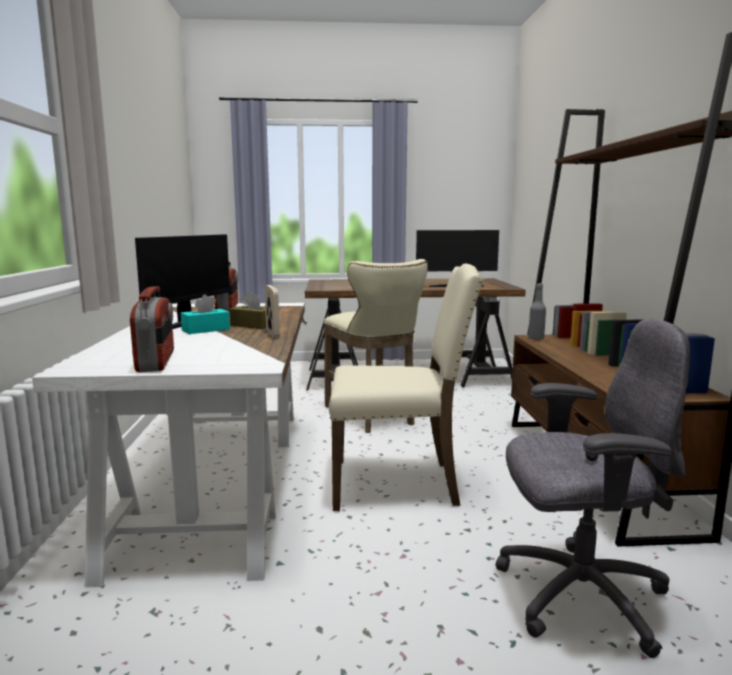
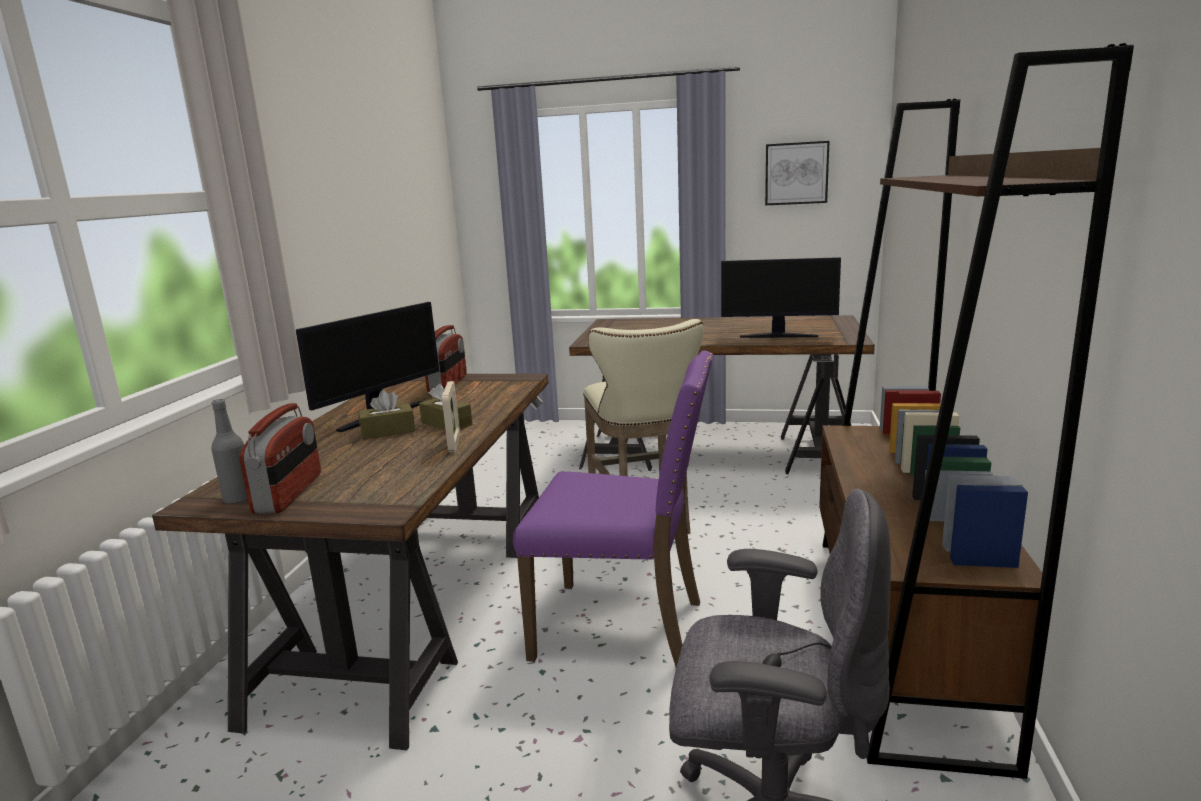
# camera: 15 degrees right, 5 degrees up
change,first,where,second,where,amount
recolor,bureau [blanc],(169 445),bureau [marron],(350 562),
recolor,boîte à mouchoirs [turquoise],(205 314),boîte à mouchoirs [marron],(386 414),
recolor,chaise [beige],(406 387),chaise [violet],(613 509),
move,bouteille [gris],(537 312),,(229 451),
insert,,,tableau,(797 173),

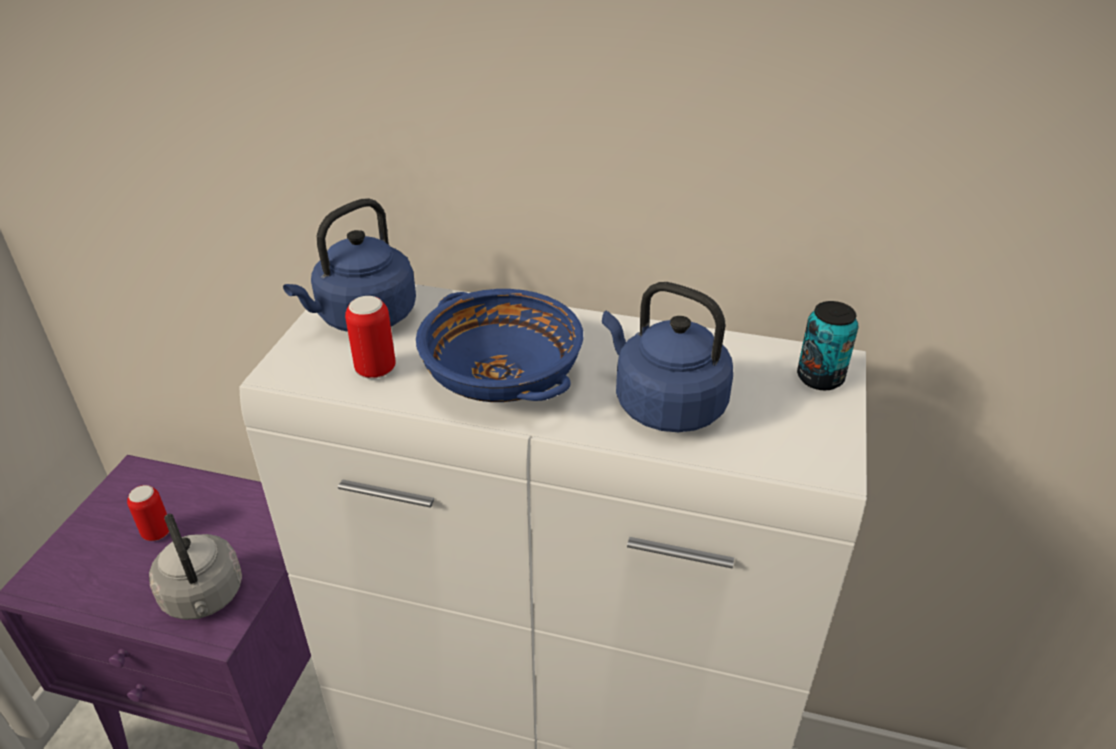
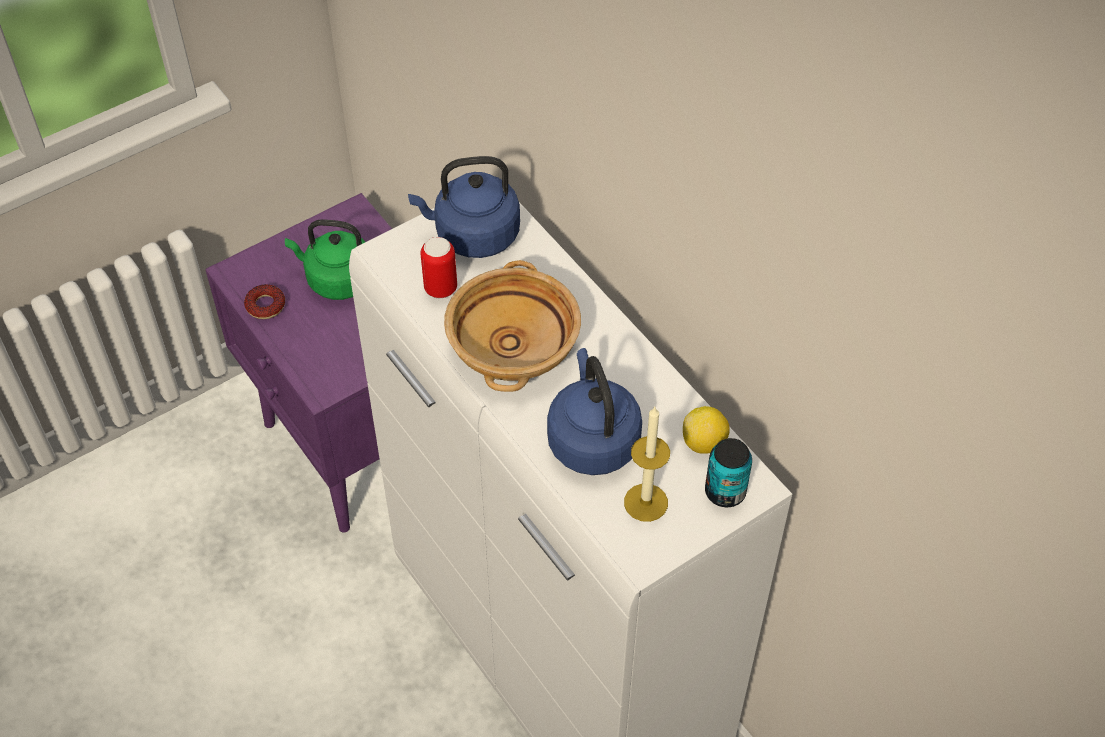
# camera: 40 degrees right, 15 degrees up
change,first,where,second,where,amount
replace,boîte métallique,(148 513),bouilloire [vert],(325 259),
delete,bouilloire [gris],(195 567),,,
recolor,bol [bleu],(499 345),bol [beige],(512 326),
insert,,,beignet,(264 301),
insert,,,bougie,(647 464),
insert,,,citron,(706 430),

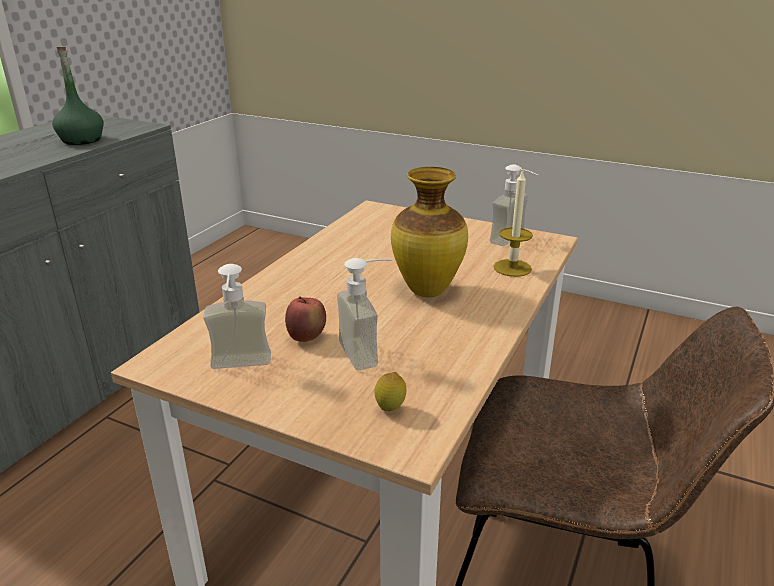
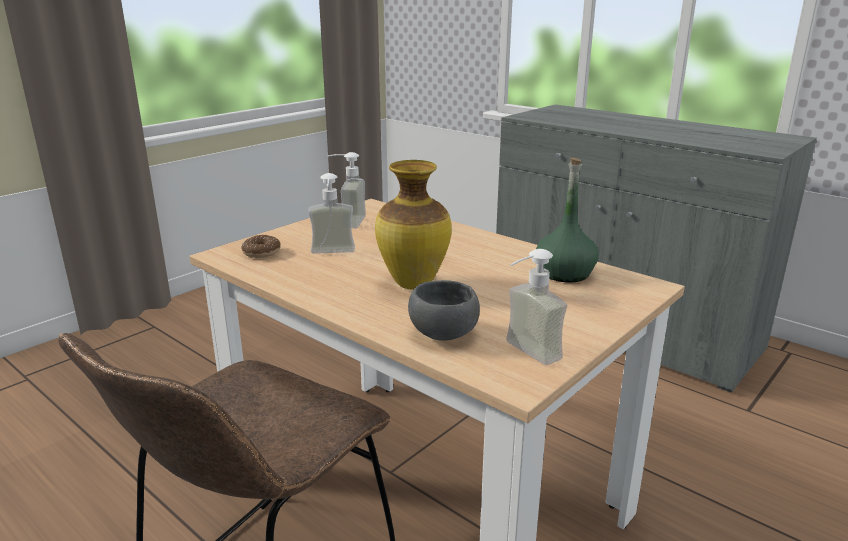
# camera: 105 degrees right, 5 degrees down
change,first,where,second,where,amount
move,bouteille [vert],(78 96),,(567 220),
delete,pomme,(305 319),,,
replace,citron,(390 391),beignet,(261 246),
replace,bougie,(513 223),bol [gris],(444 310),

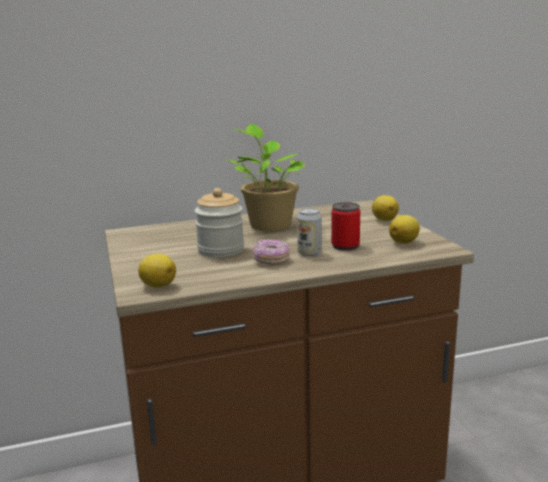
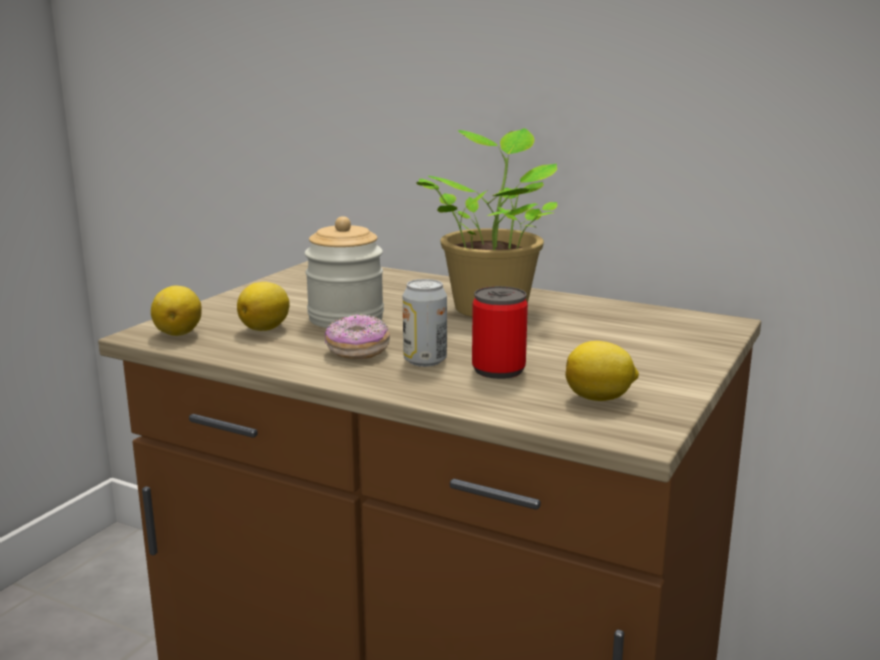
# camera: 45 degrees right, 0 degrees up
change,first,where,second,where,amount
move,citron,(385 208),,(263 306),

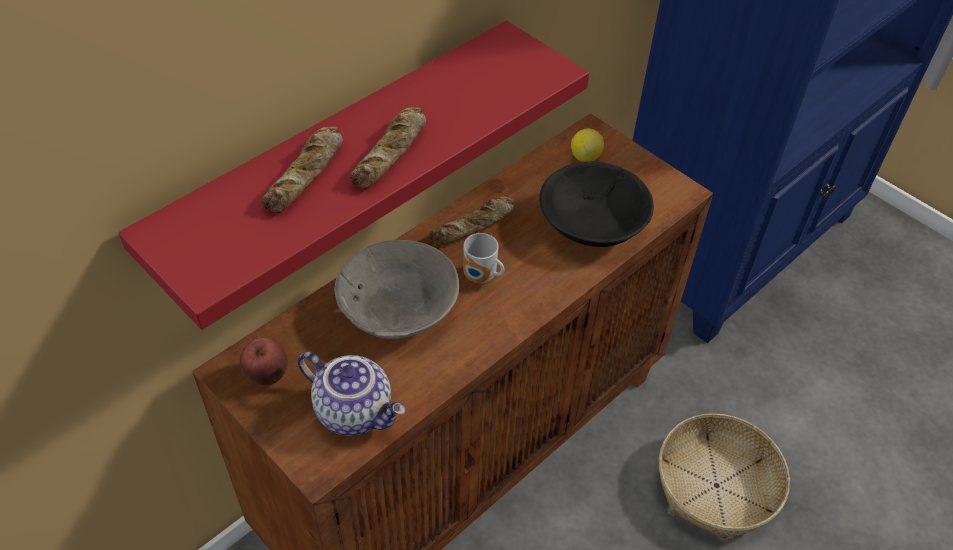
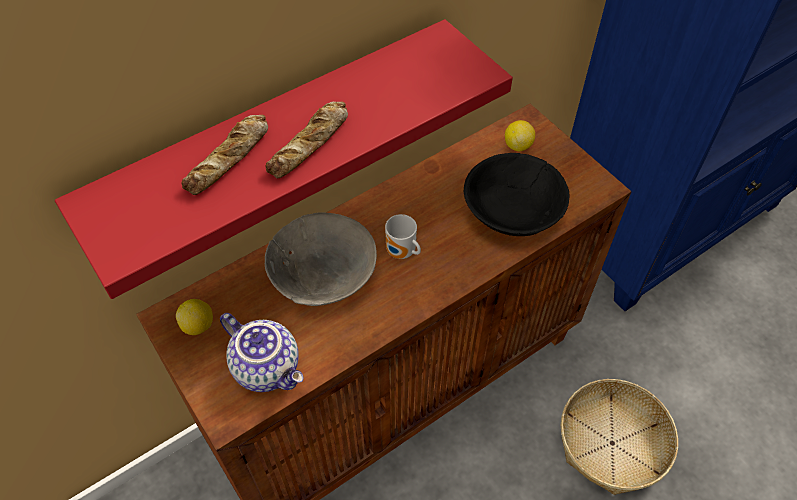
# camera: 10 degrees right, 5 degrees up
change,first,where,second,where,amount
replace,pomme,(264 361),citron,(194 317),
delete,pain,(472 221),,,

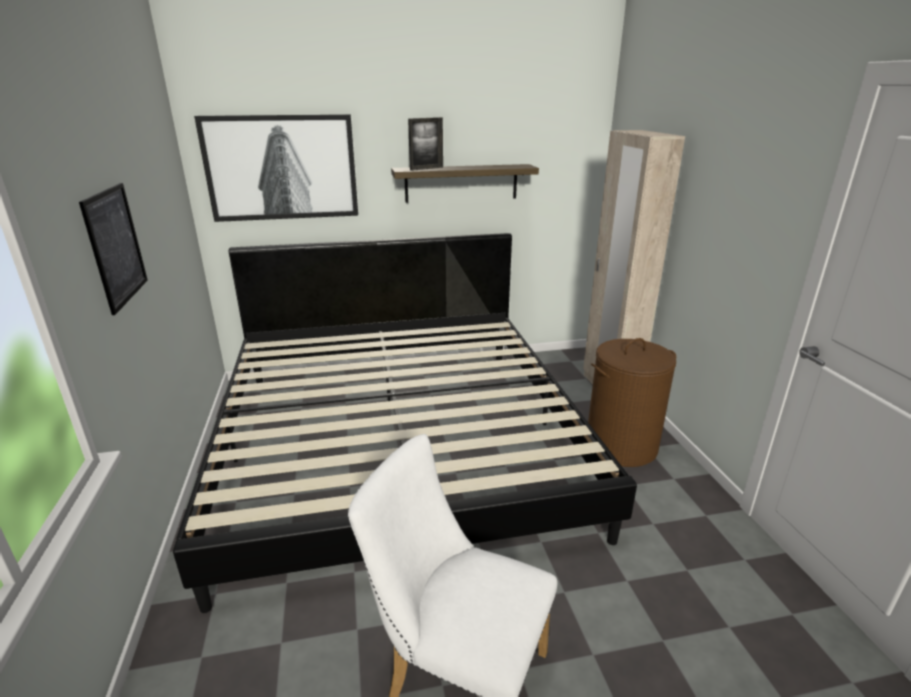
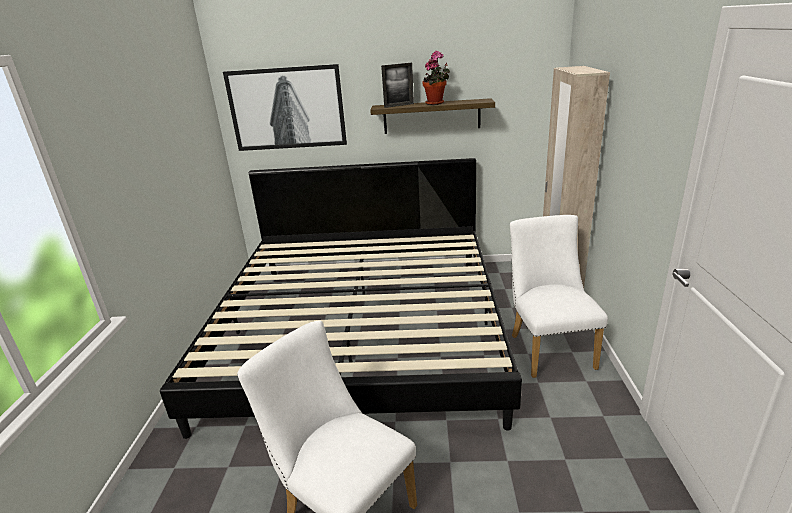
# camera: 15 degrees right, 0 degrees up
change,first,where,second,where,amount
delete,tableau,(113 249),,,
replace,panier à linge [marron],(632 402),chaise [blanc],(559 296),
insert,,,plante en pot,(436 78),

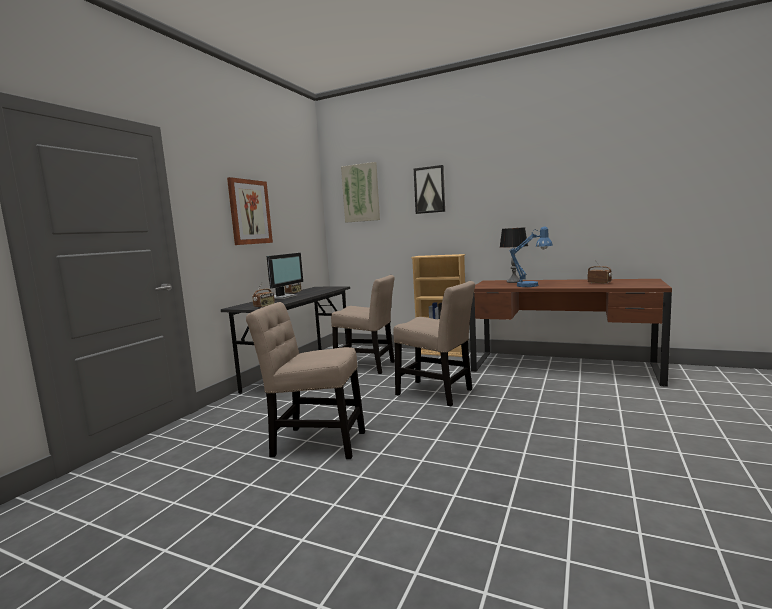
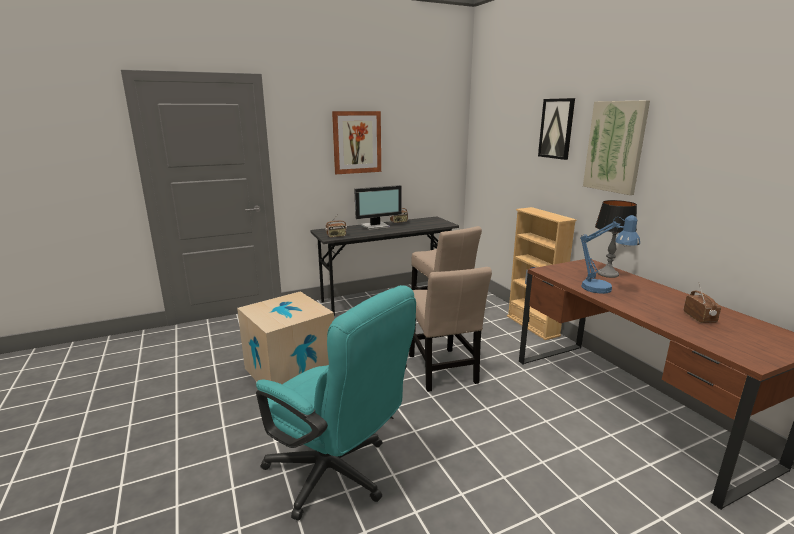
# camera: 40 degrees right, 10 degrees up
change,first,where,second,where,amount
replace,chaise [beige],(305 380),carton,(285 337),
move,tableau,(360 192),,(616 147),
insert,,,chaise de bureau [turquoise],(336 403),

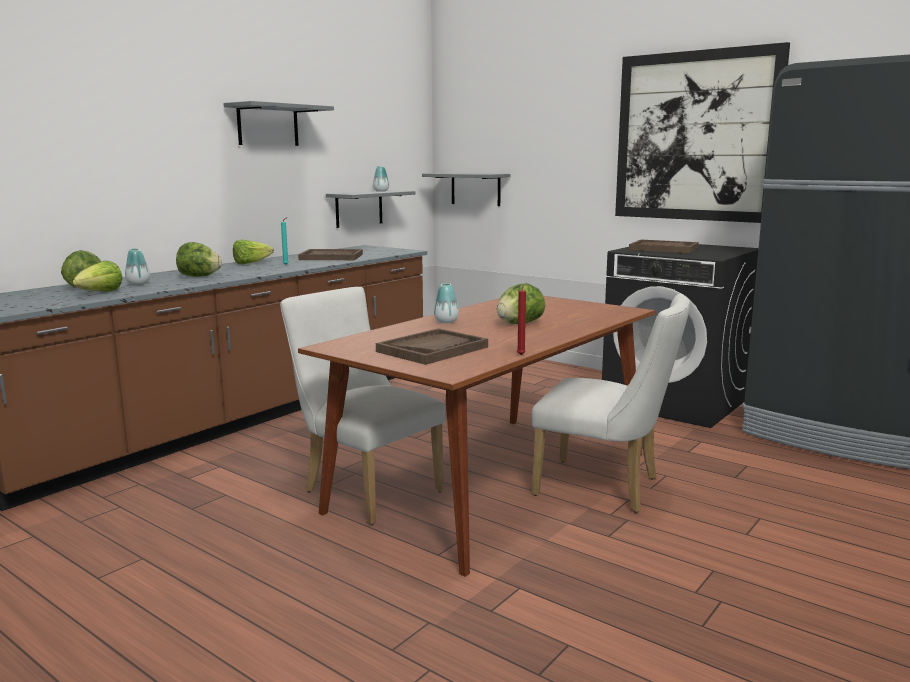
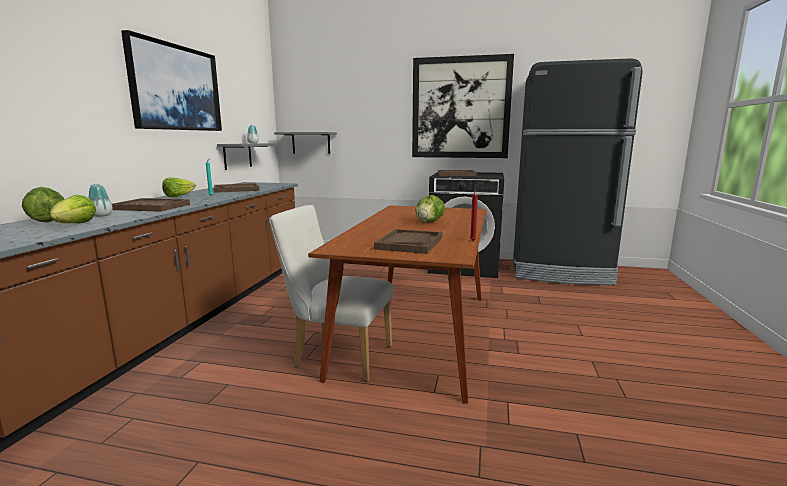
# camera: 25 degrees left, 0 degrees up
change,first,where,second,where,amount
replace,laitue,(199 259),plateau [marron],(151 205),
replace,étagère [gris],(278 123),tableau,(171 80),
delete,vase,(446 303),,,
delete,chaise [blanc],(610 403),,,

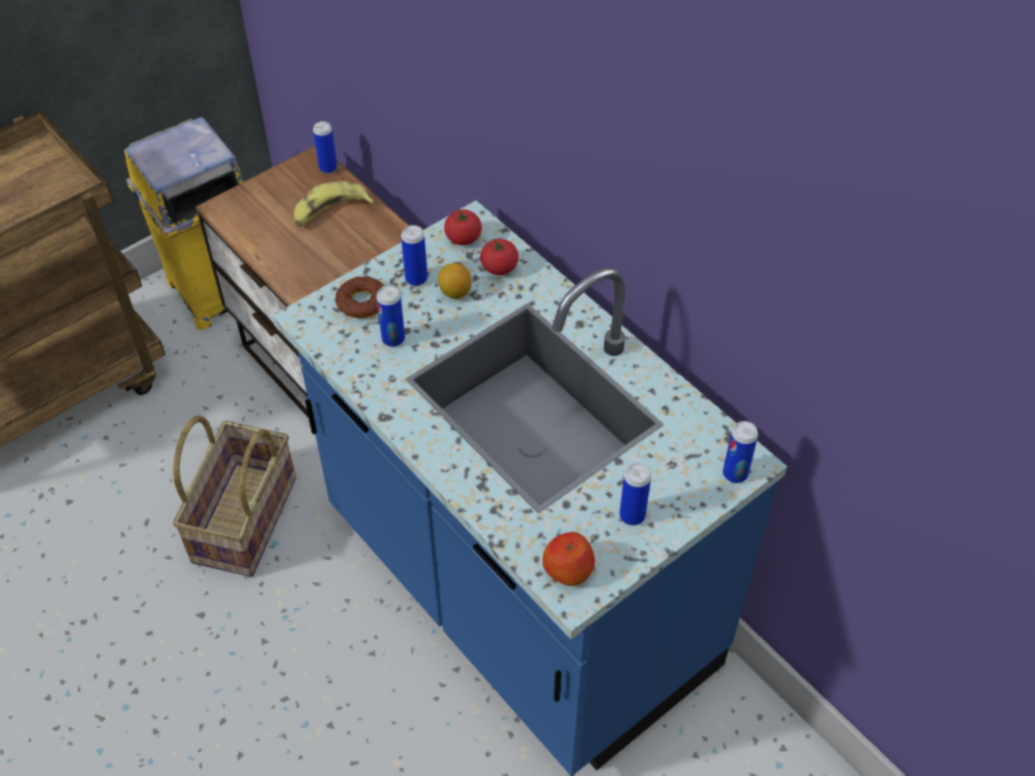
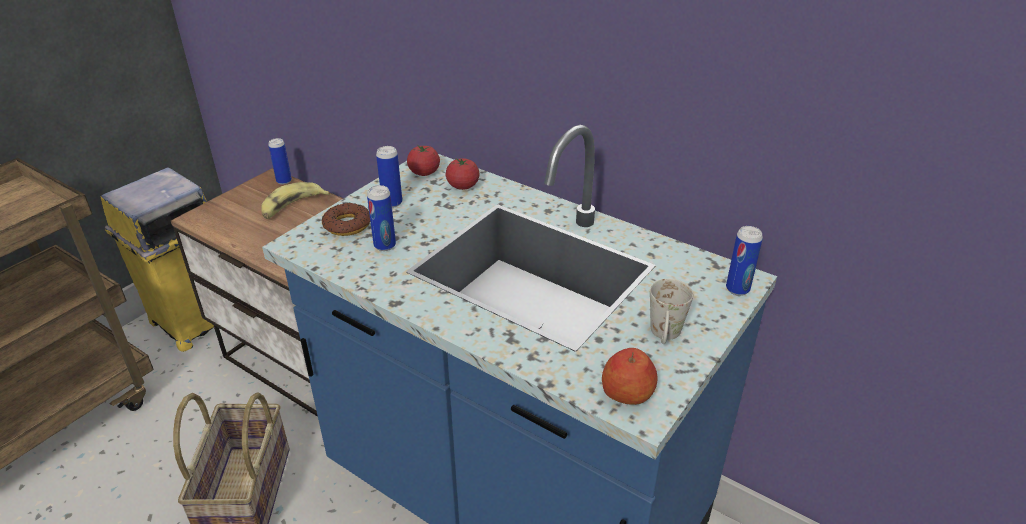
# camera: 15 degrees left, 15 degrees down
change,first,where,second,where,amount
delete,citron,(455 281),,,
replace,boîte métallique,(635 494),mug [blanc],(671 311),

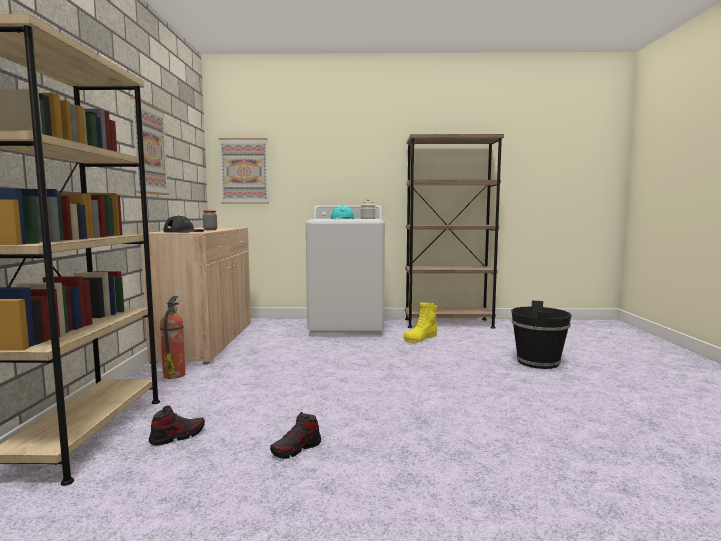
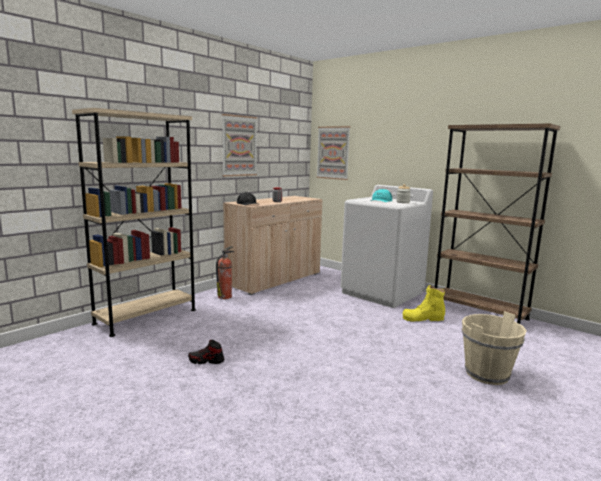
# camera: 40 degrees right, 5 degrees up
change,first,where,second,where,amount
delete,chaussure,(177 426),,,
recolor,seau [noir],(541 335),seau [beige],(494 348),

